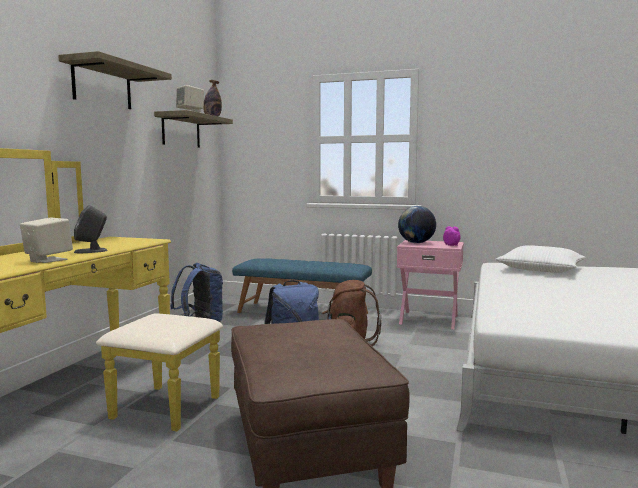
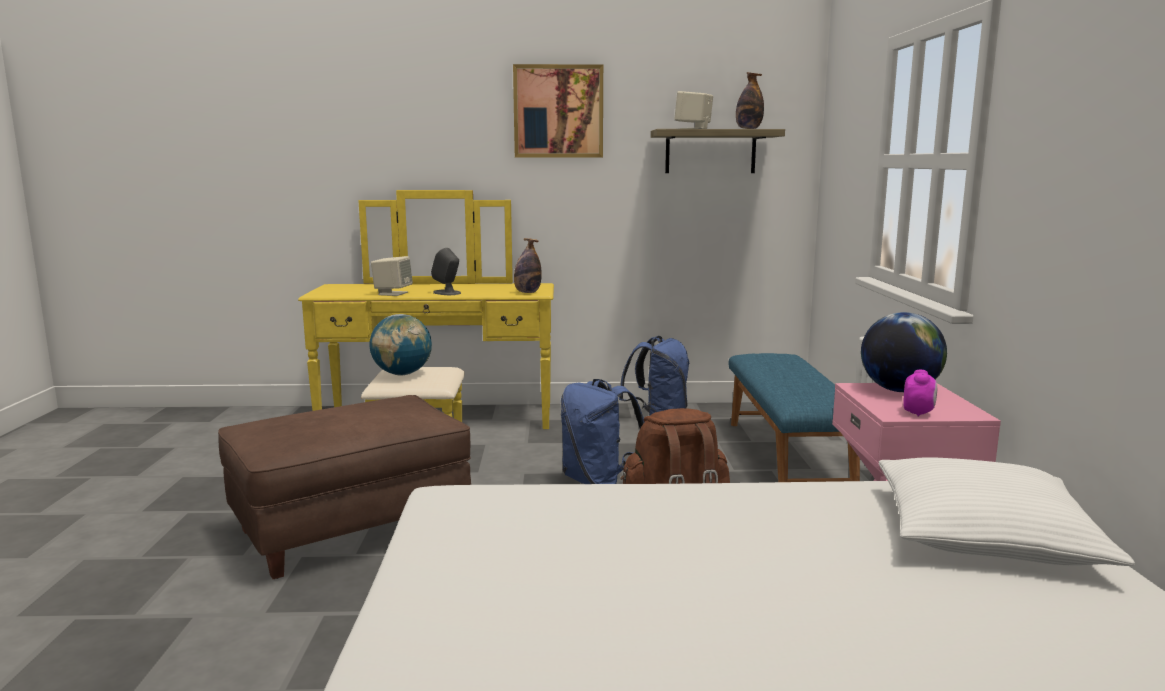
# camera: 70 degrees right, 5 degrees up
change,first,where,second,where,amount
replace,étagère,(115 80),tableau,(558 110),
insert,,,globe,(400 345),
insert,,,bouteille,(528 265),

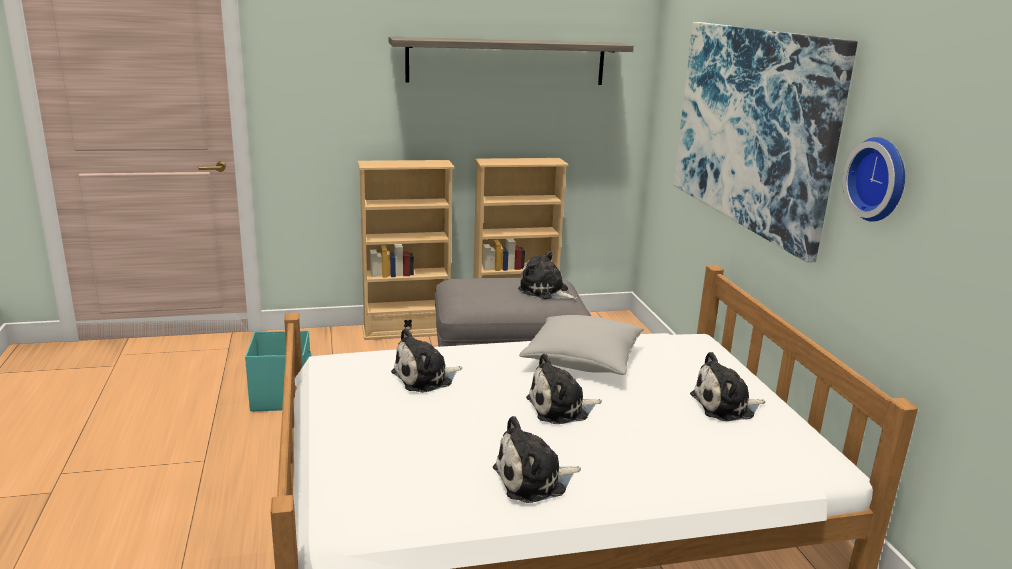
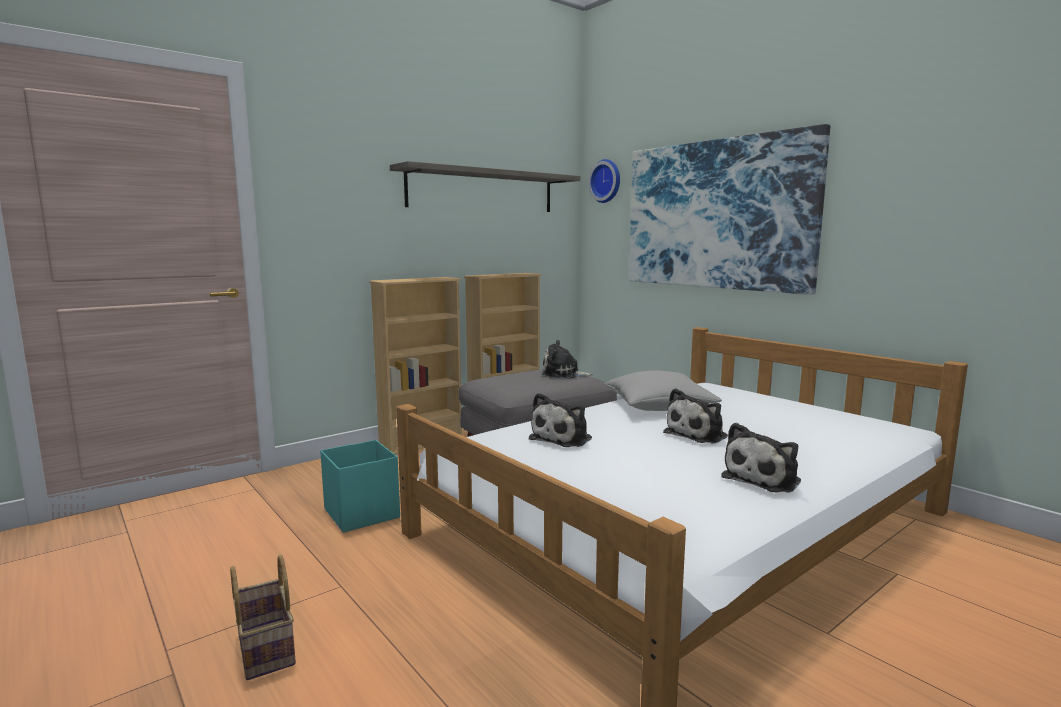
# camera: 25 degrees left, 10 degrees down
change,first,where,second,where,amount
delete,peluche,(727 386),,,
move,horloge murale,(874 179),,(604 181),
insert,,,panier,(263 617),

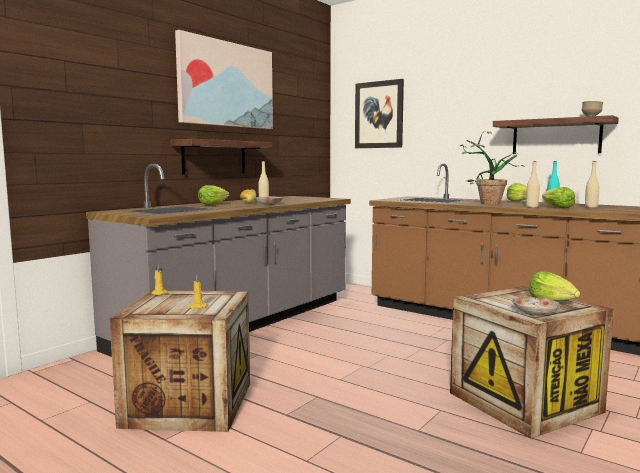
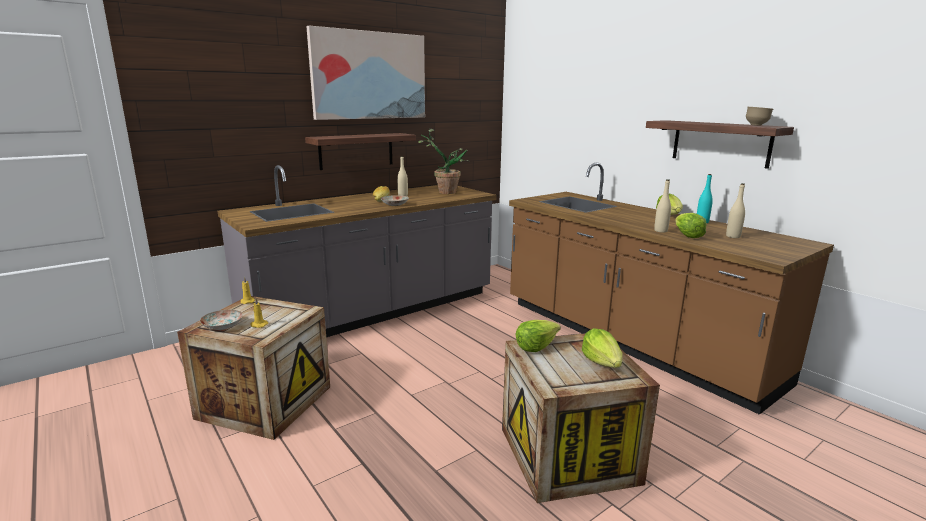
# camera: 15 degrees right, 10 degrees up
change,first,where,second,where,amount
move,laitue,(213 195),,(538 336),
delete,tableau,(379 113),,,
move,plante en pot,(492 167),,(444 161),
move,assiette,(536 306),,(221 320),

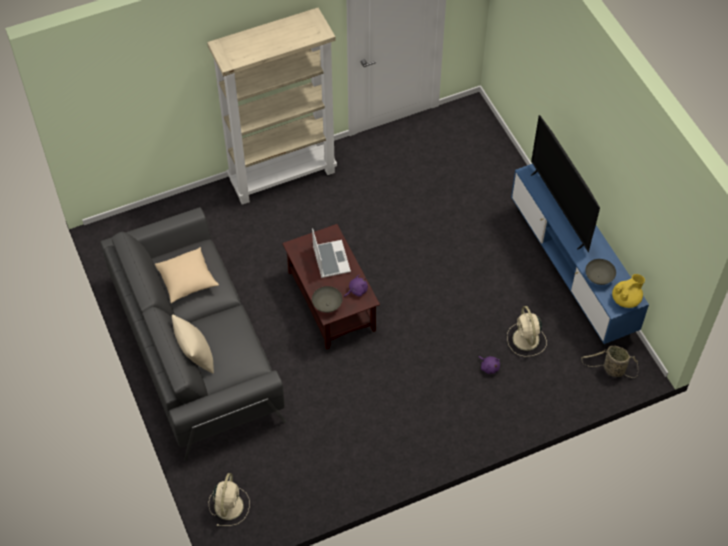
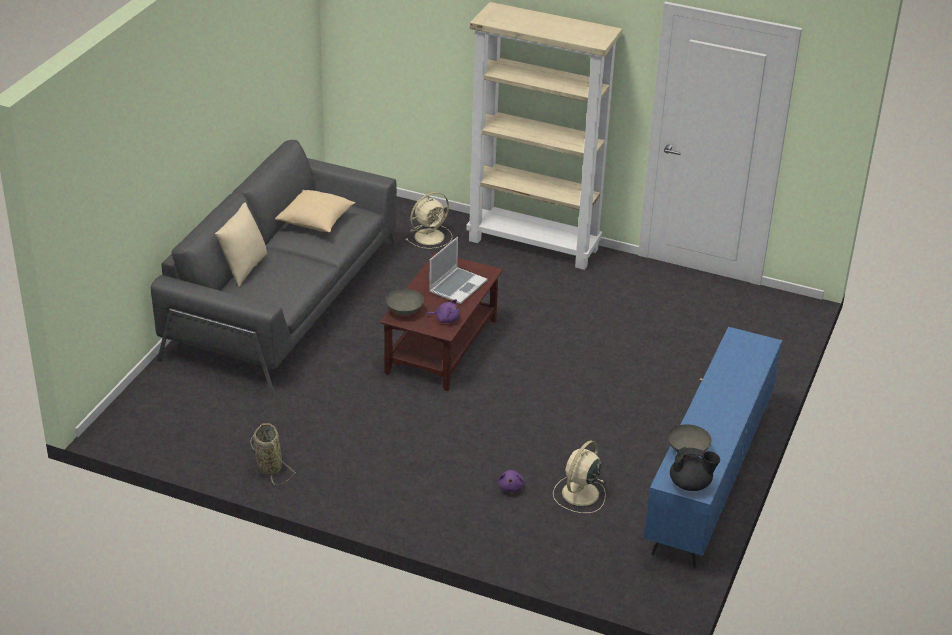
# camera: 45 degrees right, 20 degrees down
change,first,where,second,where,amount
move,ventilateur [beige],(229 499),,(429 220),
delete,téléviseur,(565 183),,,
move,panier,(609 362),,(273 454),
recolor,théière [jaune],(628 291),théière [noir],(695 469),

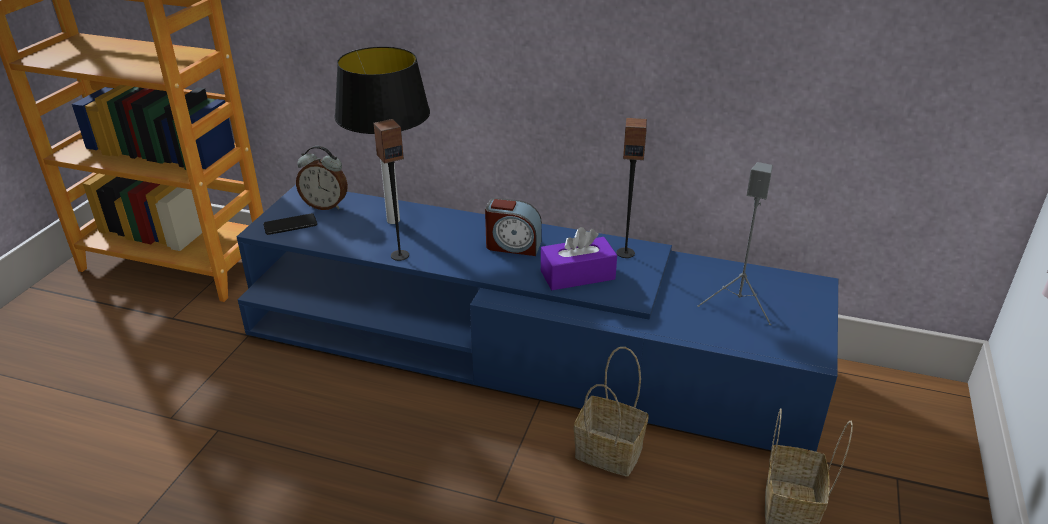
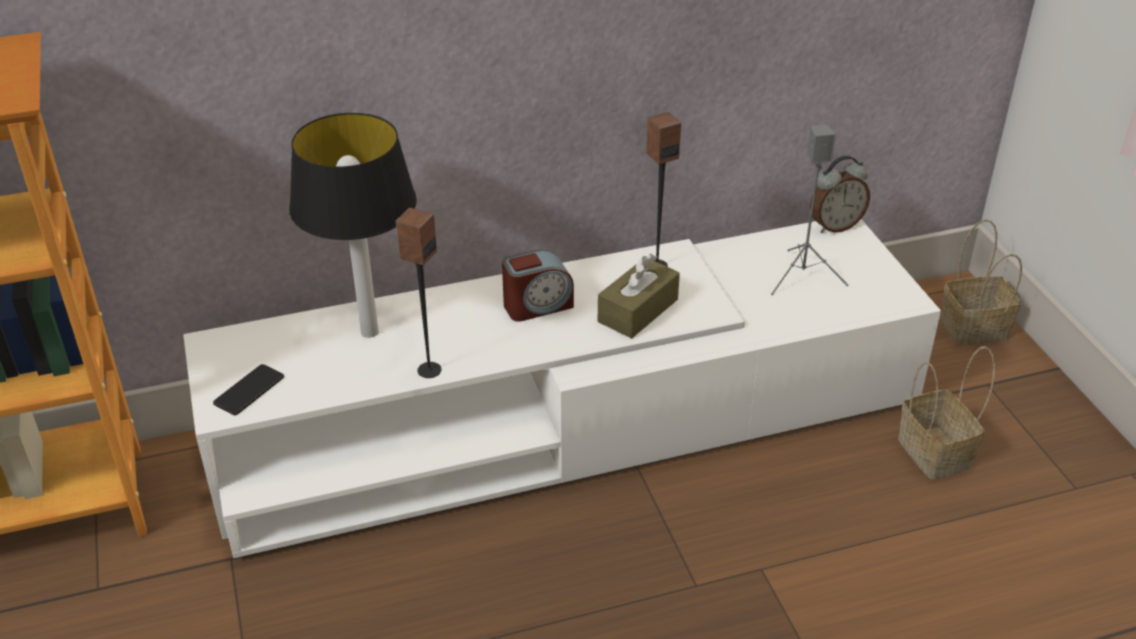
# camera: 35 degrees left, 5 degrees up
change,first,where,second,where,amount
recolor,meuble télé [bleu],(537 318),meuble télé [blanc],(562 388),
move,réveil,(322 178),,(840 194),
recolor,boîte à mouchoirs [violet],(579 258),boîte à mouchoirs [marron],(639 296),
move,panier,(611 412),,(981 282),

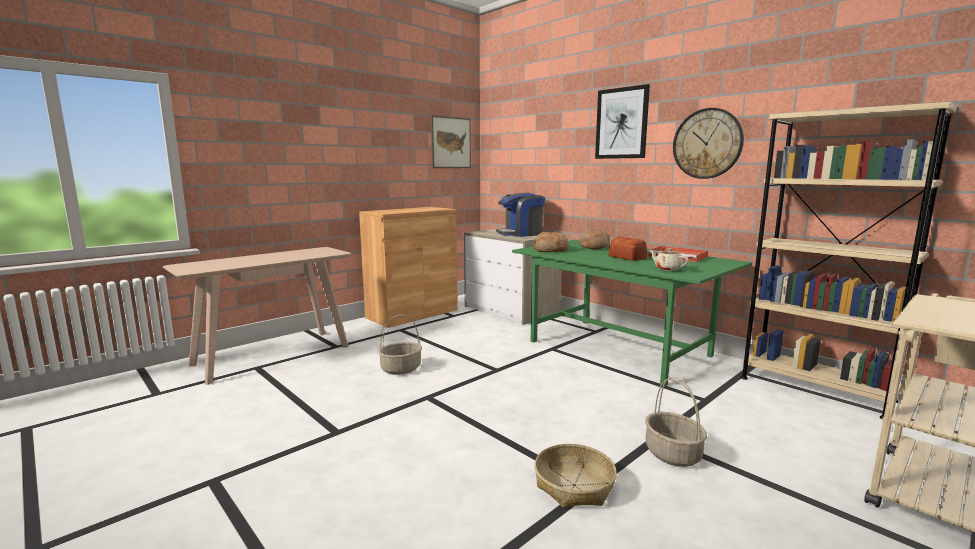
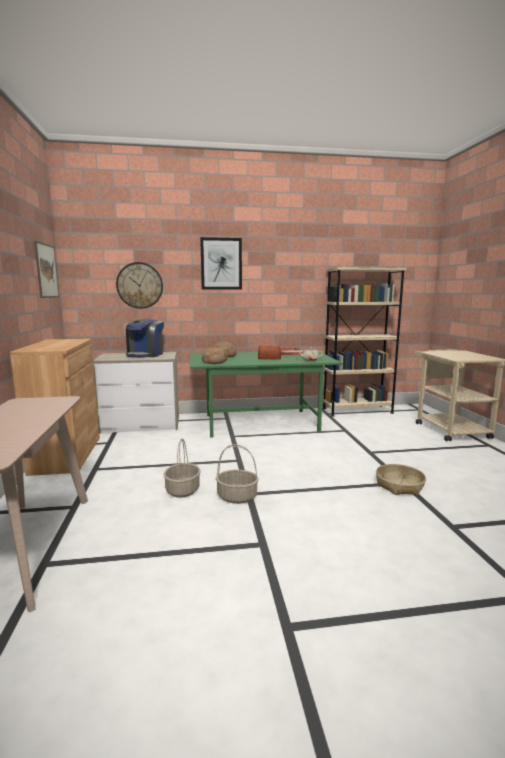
# camera: 55 degrees left, 0 degrees up
change,first,where,second,where,amount
move,panier,(676 422),,(237 474),
move,horloge murale,(708 143),,(139 285),

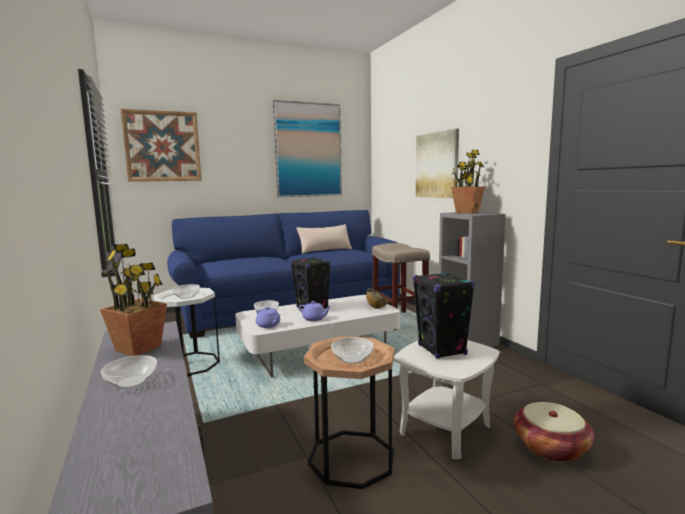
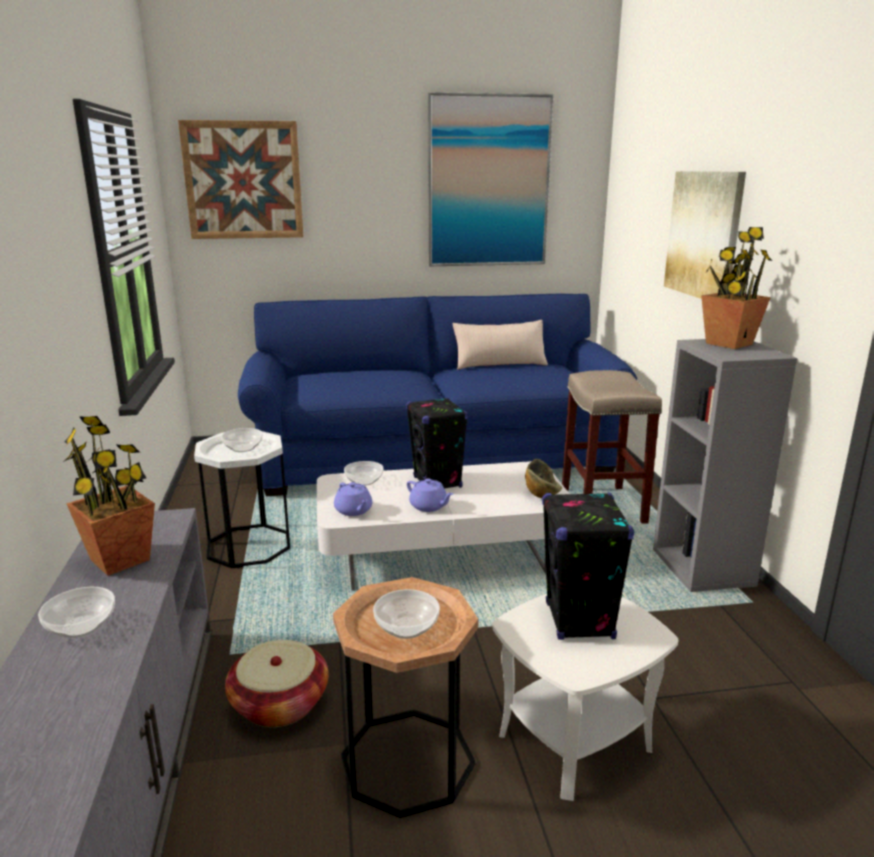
# camera: 15 degrees right, 10 degrees up
change,first,where,second,where,amount
move,panier,(554 432),,(277 683),

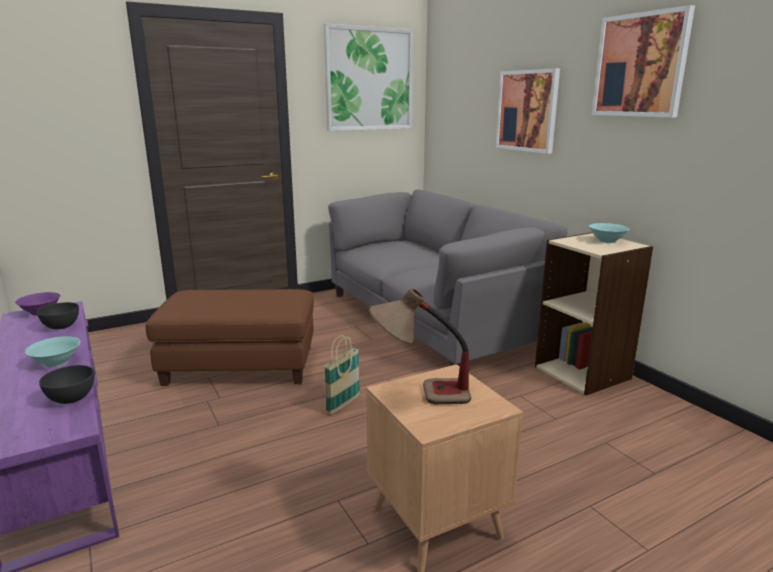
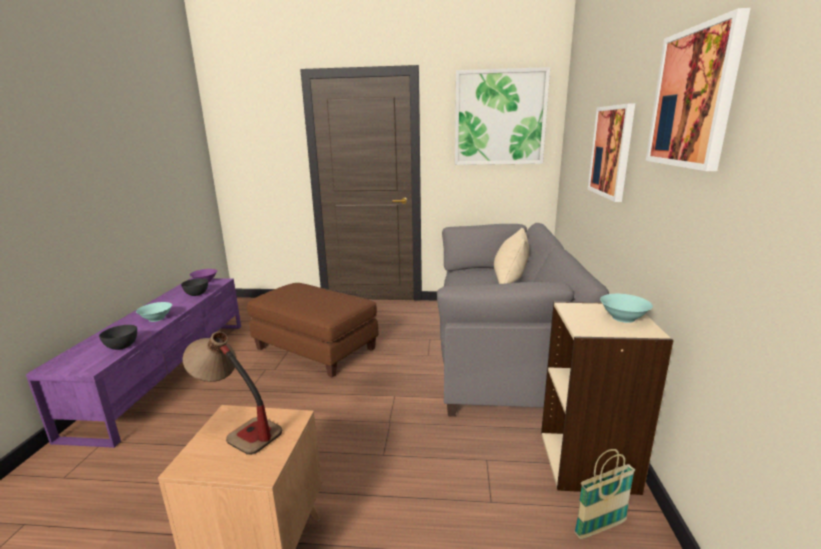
# camera: 35 degrees right, 0 degrees up
change,first,where,second,where,amount
move,panier,(342 374),,(604 494),
insert,,,coussin [beige],(511 256),

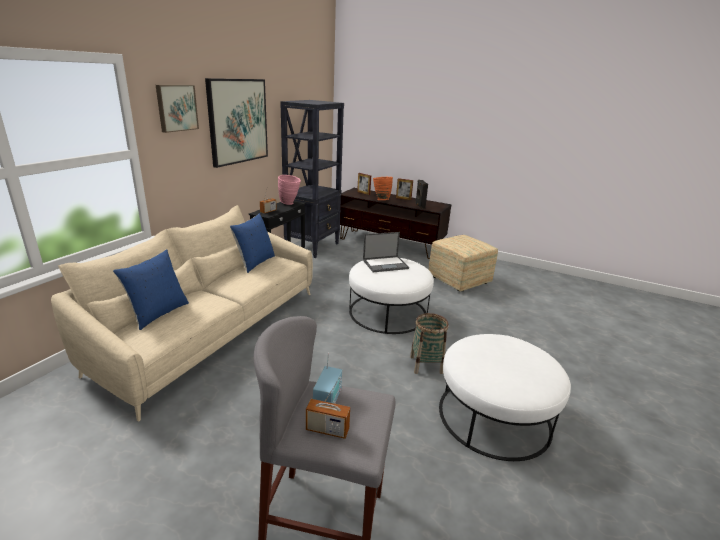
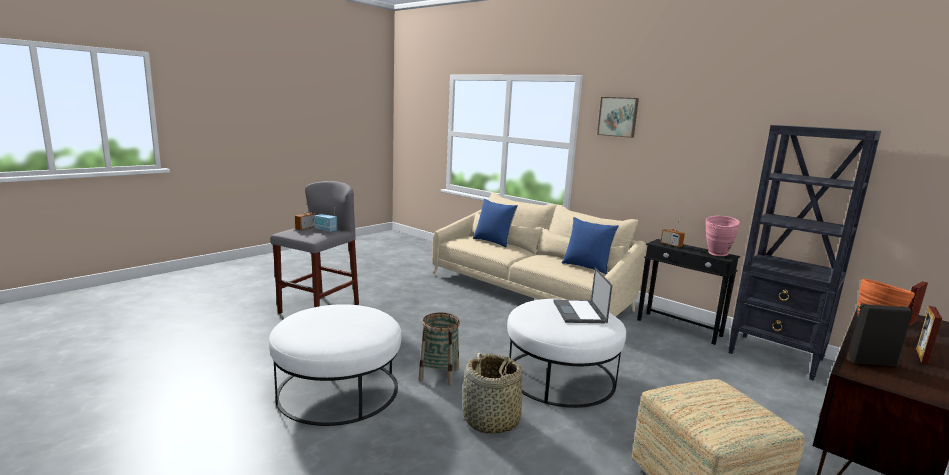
# camera: 105 degrees right, 10 degrees down
change,first,where,second,where,amount
delete,tableau,(236 123),,,
insert,,,panier,(492 393),

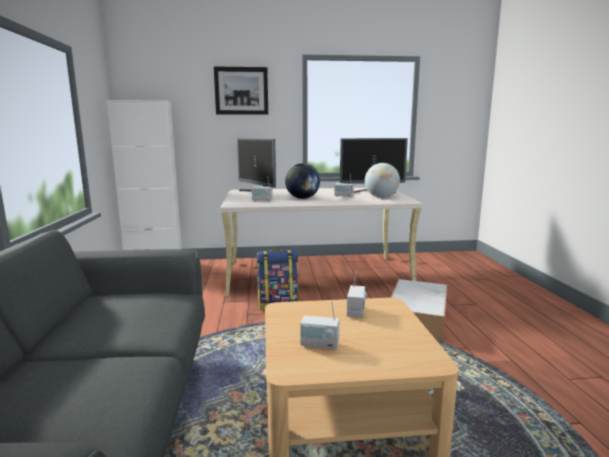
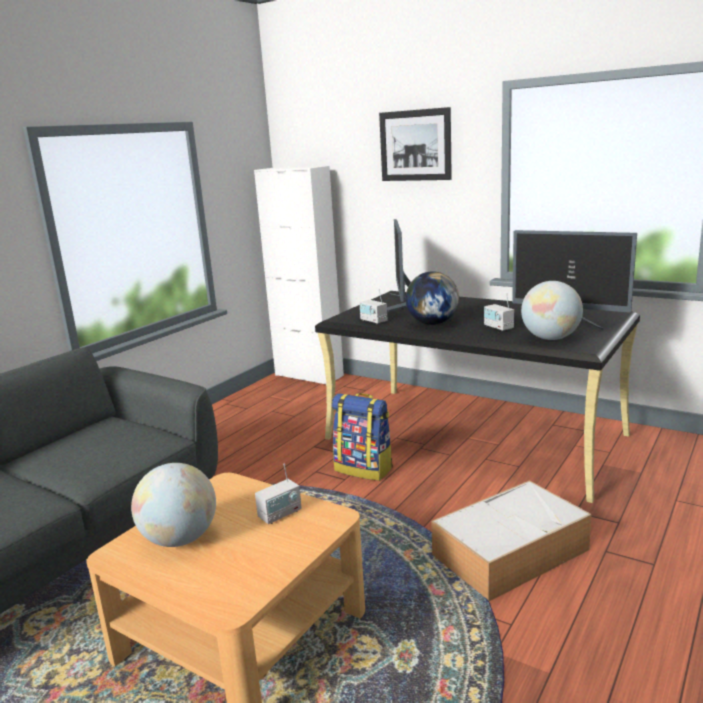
# camera: 40 degrees right, 5 degrees up
change,first,where,second,where,amount
recolor,bureau [beige],(321 242),bureau [noir],(477 397),
replace,radio,(319 325),globe,(173 505),

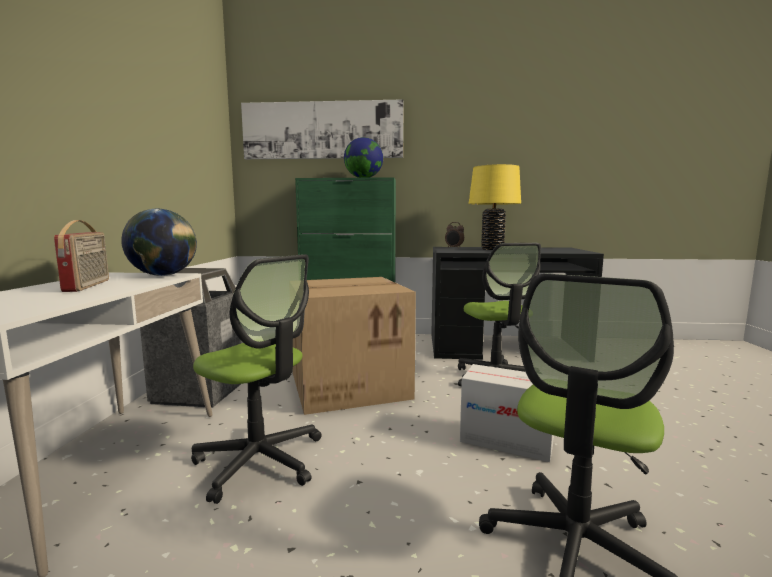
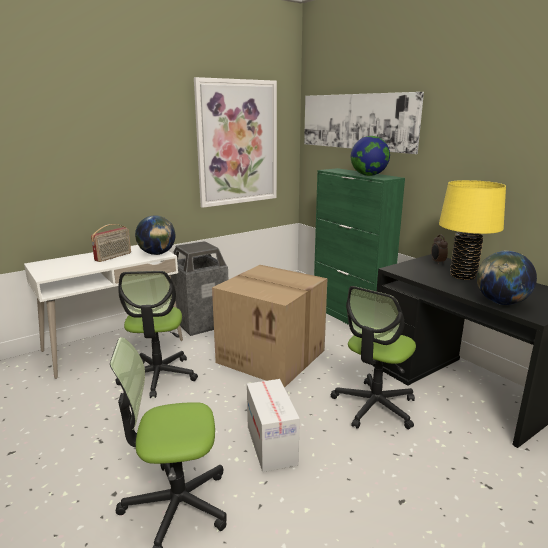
# camera: 50 degrees right, 10 degrees up
change,first,where,second,where,amount
insert,,,tableau,(235 142),
insert,,,globe,(507 278),

